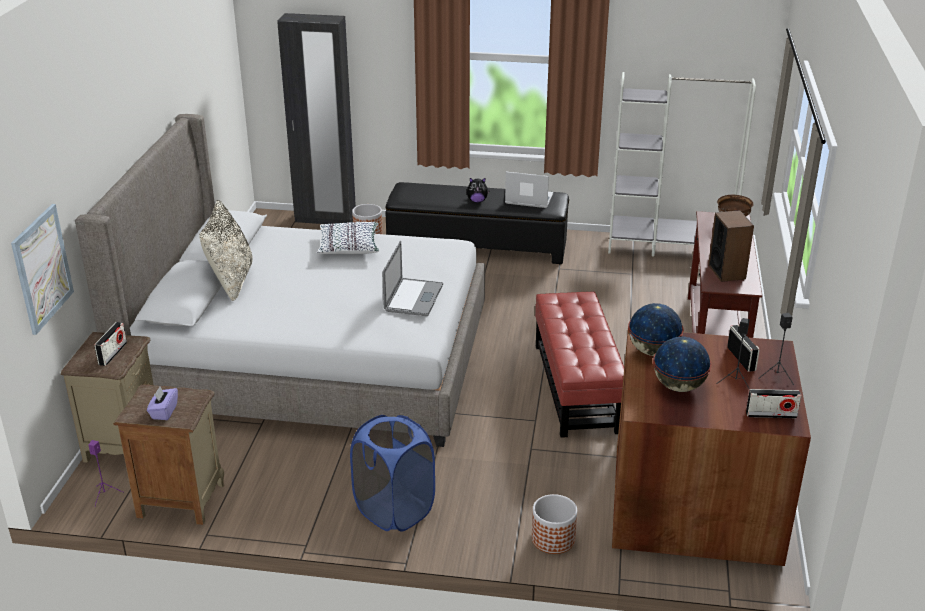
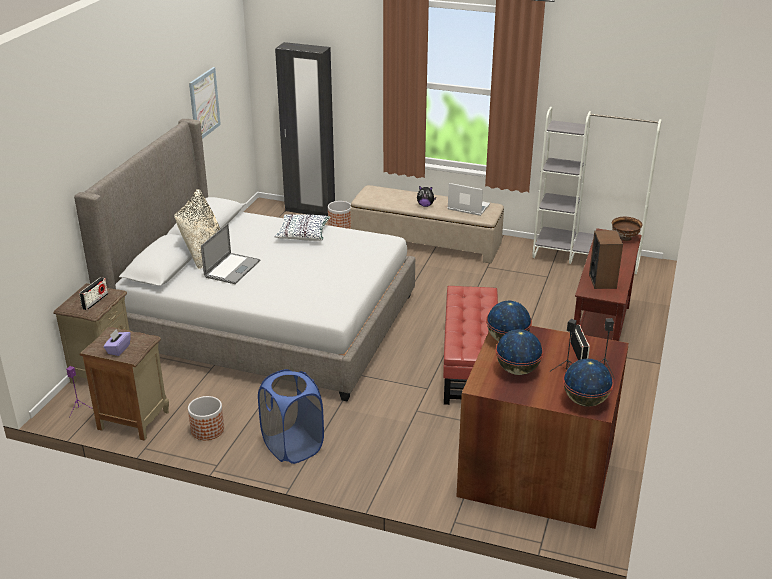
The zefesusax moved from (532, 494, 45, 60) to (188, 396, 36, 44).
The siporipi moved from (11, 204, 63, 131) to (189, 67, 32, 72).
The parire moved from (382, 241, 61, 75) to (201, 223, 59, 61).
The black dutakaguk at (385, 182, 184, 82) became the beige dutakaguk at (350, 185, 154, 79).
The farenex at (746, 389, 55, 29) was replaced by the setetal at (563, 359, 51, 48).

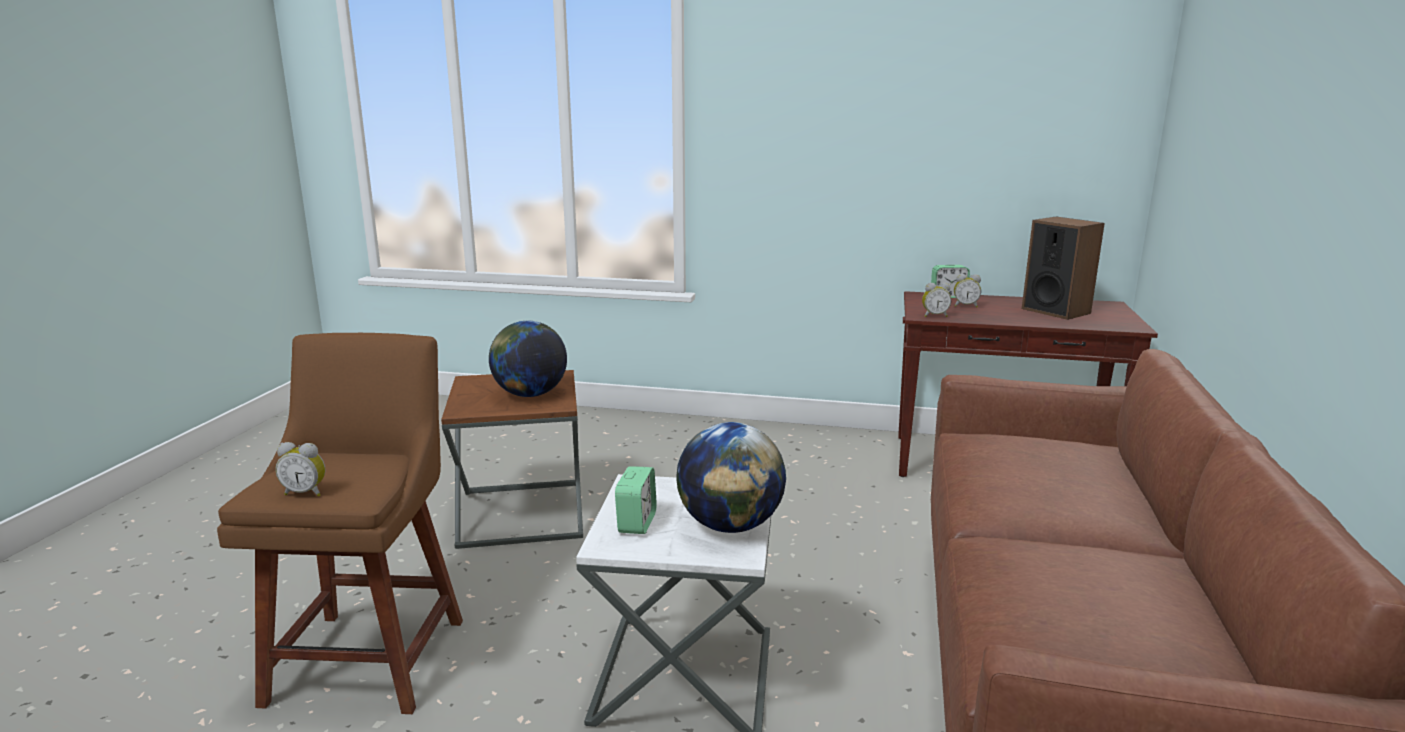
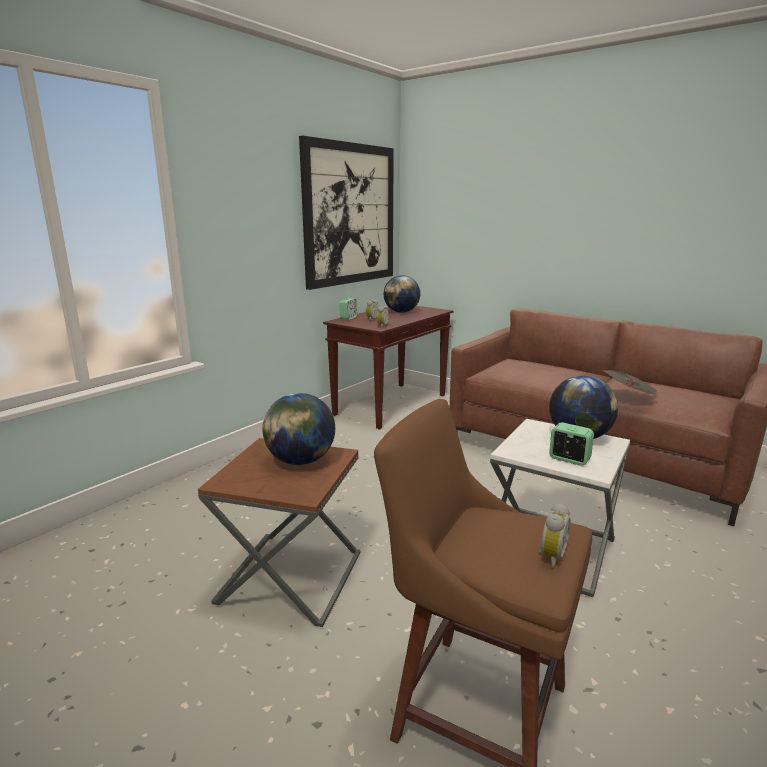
The siporipi at (299, 136, 95, 154) appeared.
The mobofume at (1022, 217, 83, 103) was replaced by the setetal at (384, 275, 36, 38).
The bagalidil at (602, 370, 57, 25) appeared.

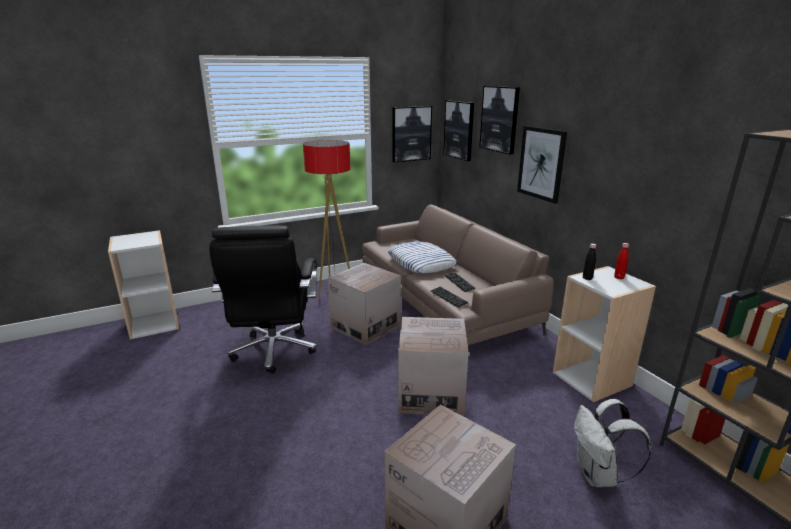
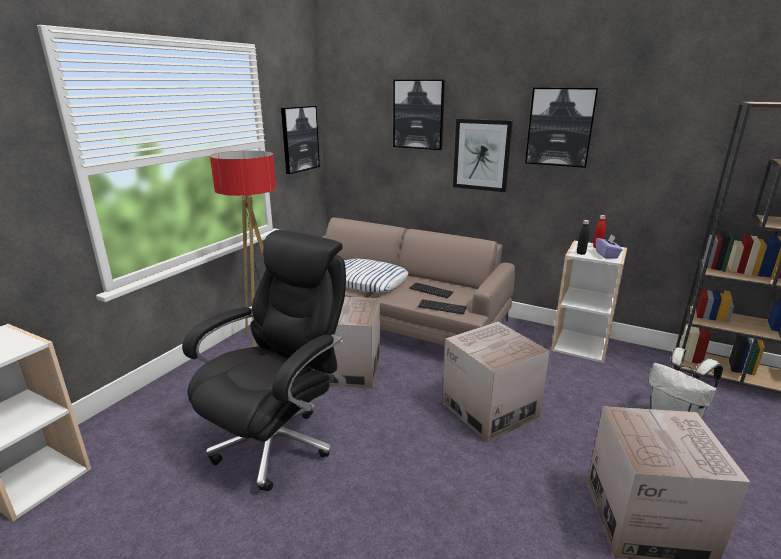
The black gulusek at (209, 226, 108, 147) turned 105 degrees counterclockwise.
The siporipi moved from (443, 100, 31, 61) to (525, 88, 74, 80).
The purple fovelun at (596, 234, 27, 25) appeared.

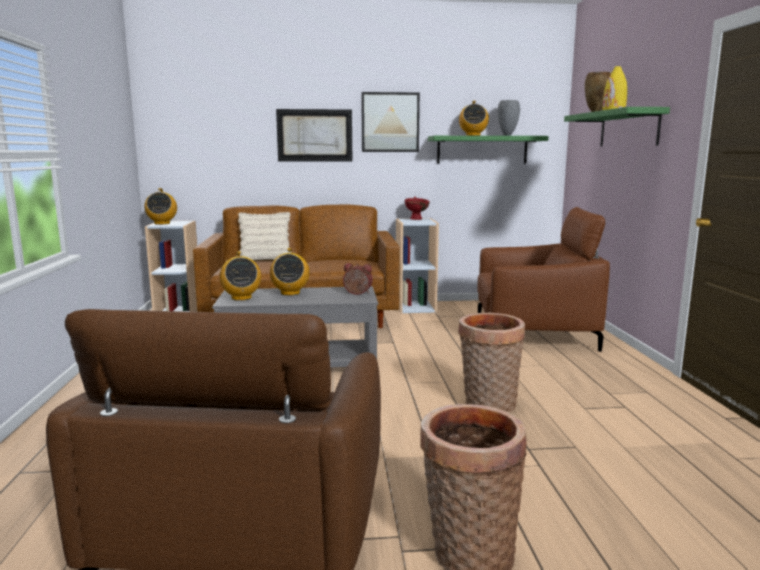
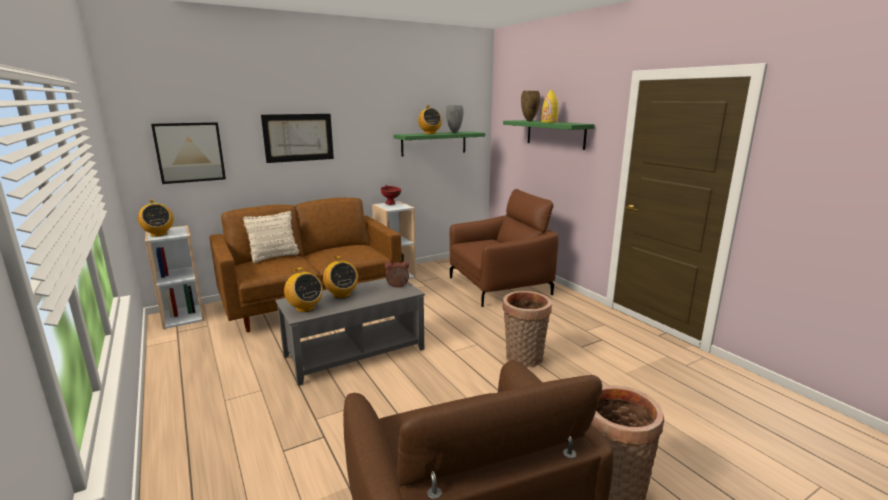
The siporipi moved from (361, 92, 59, 60) to (151, 122, 75, 62).

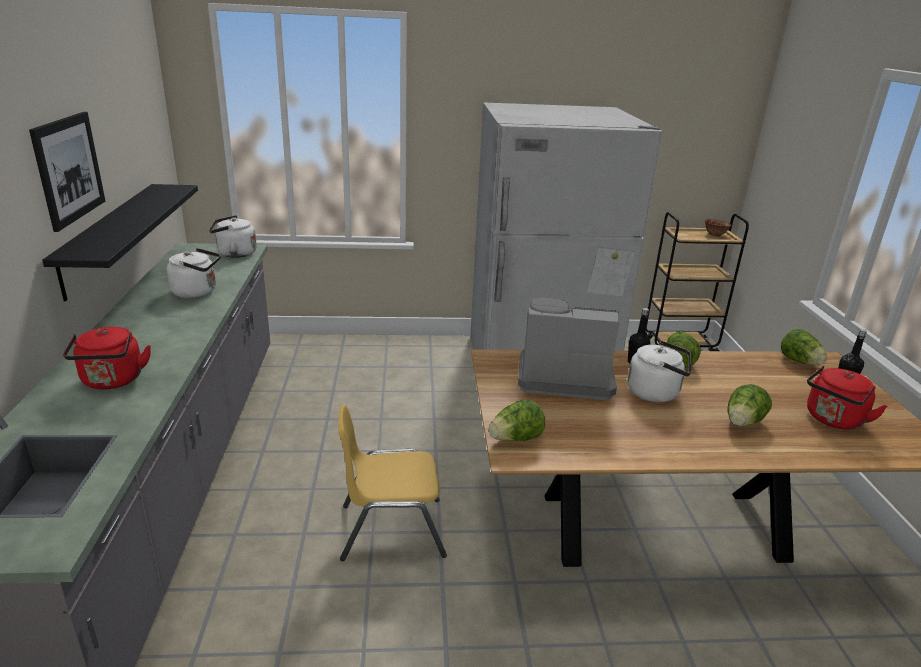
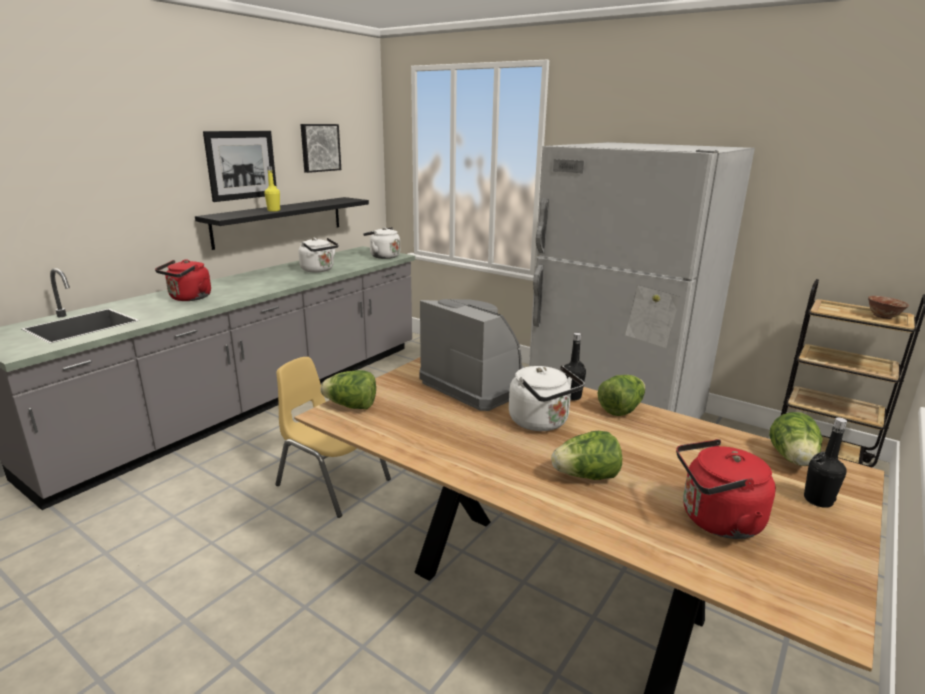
The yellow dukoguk at (264, 166, 16, 45) appeared.
The siporipi at (301, 124, 40, 49) appeared.

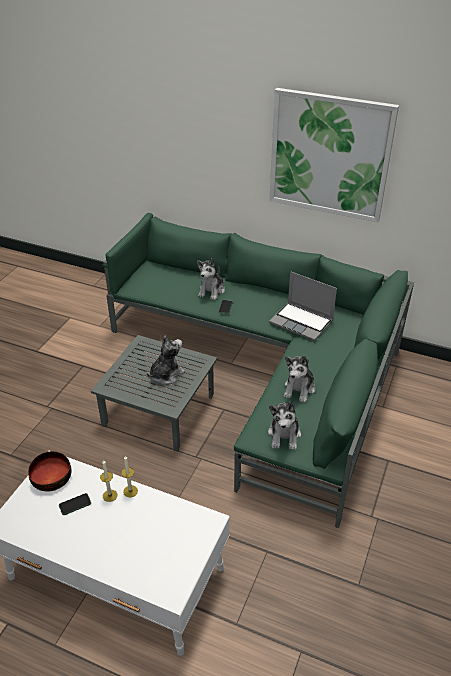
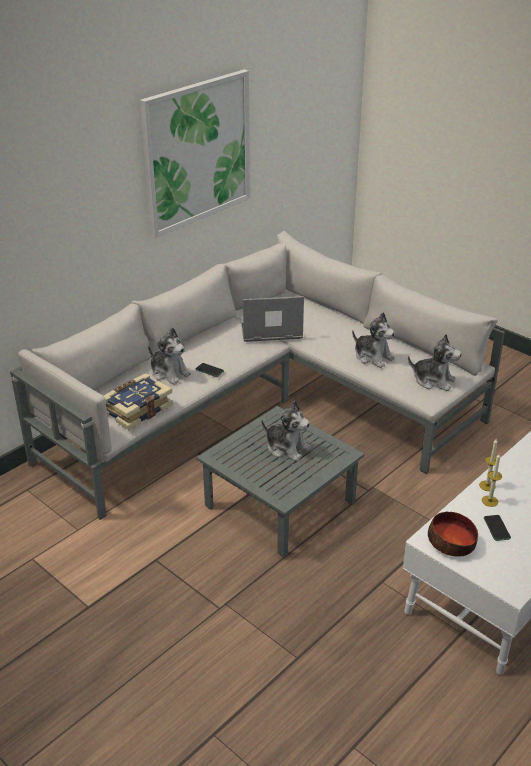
The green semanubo at (91, 213, 323, 315) became the white semanubo at (10, 231, 495, 327).
The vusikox at (104, 373, 69, 57) appeared.
The parire at (269, 271, 68, 70) turned 150 degrees counterclockwise.
The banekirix at (147, 336, 38, 49) turned 150 degrees clockwise.

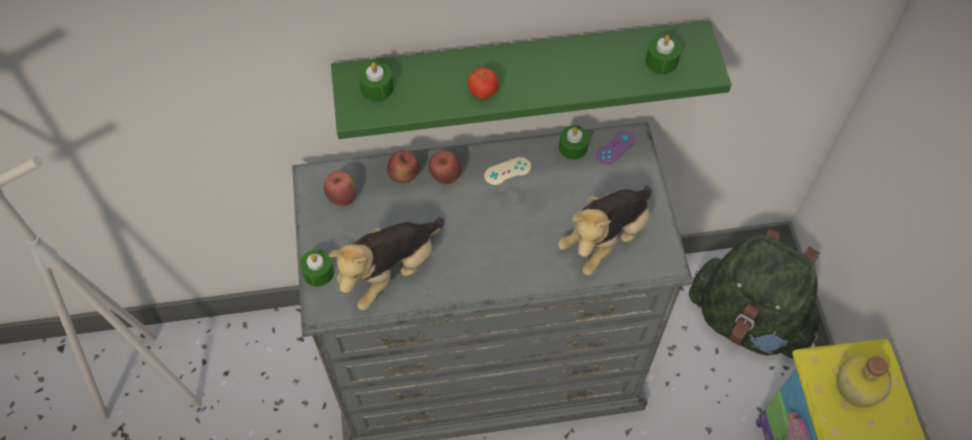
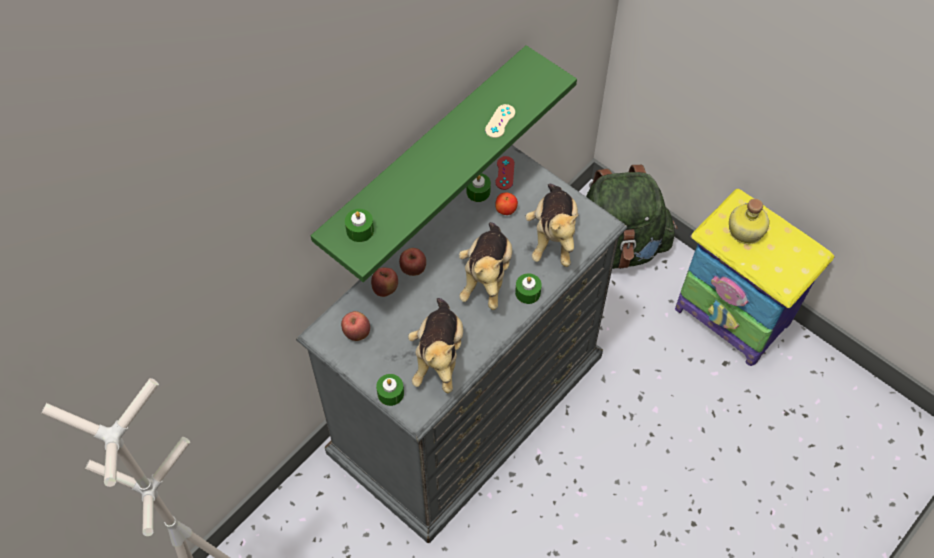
The banekirix at (459, 222, 53, 88) appeared.
The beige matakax moved from (484, 157, 47, 28) to (485, 104, 30, 34).
The purple matakax at (596, 130, 39, 35) became the red matakax at (495, 156, 20, 34).
The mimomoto moved from (468, 68, 31, 31) to (495, 193, 23, 22).
The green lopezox moved from (645, 35, 36, 39) to (515, 273, 27, 31).

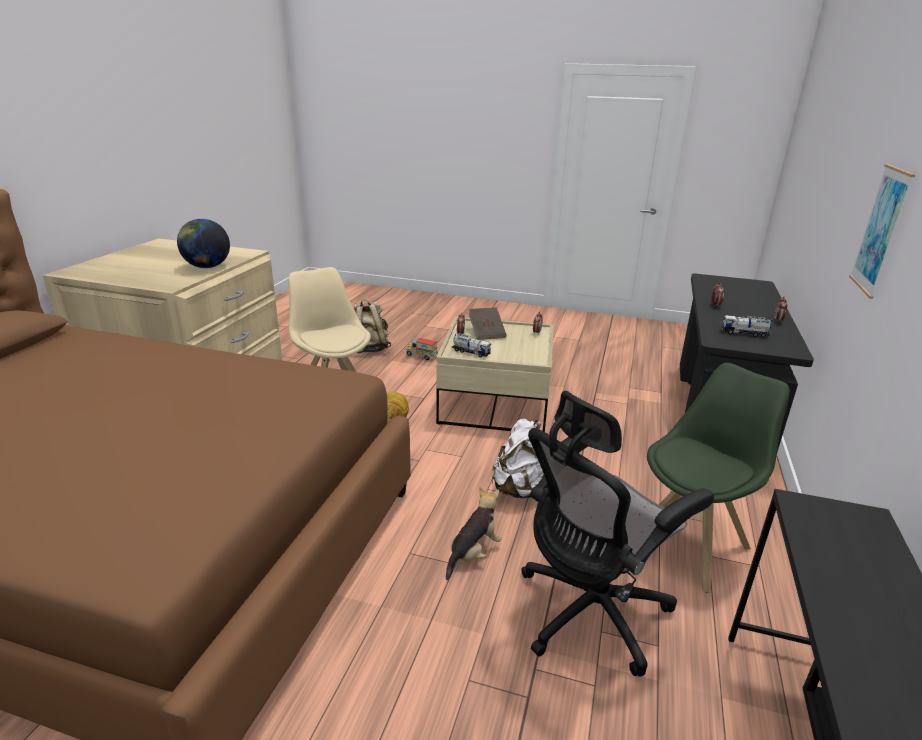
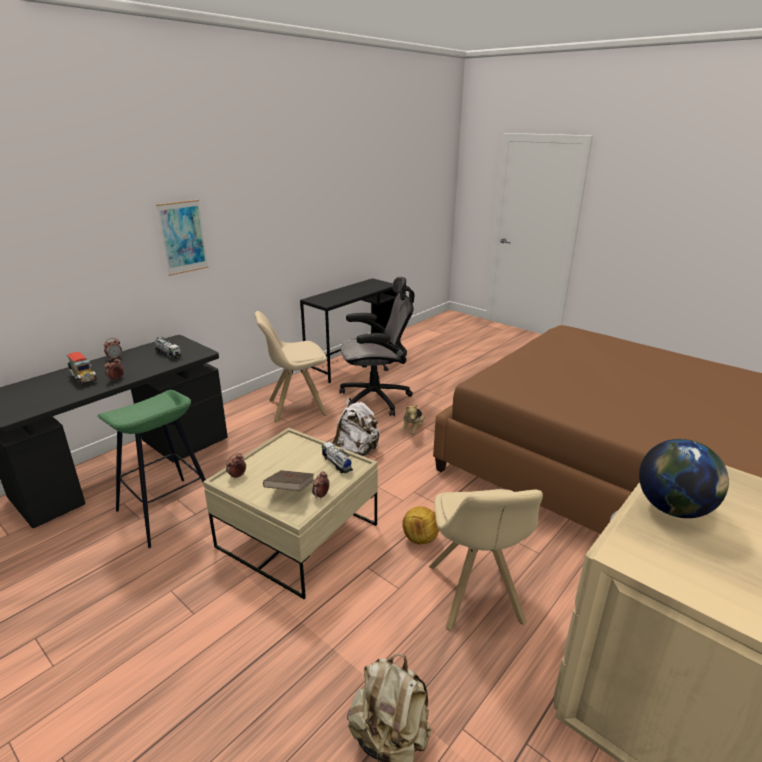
The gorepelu moved from (406, 338, 32, 22) to (67, 352, 30, 33).
The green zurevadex at (97, 390, 109, 158) appeared.
The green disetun at (647, 363, 143, 230) became the beige disetun at (255, 311, 72, 111).
The banekirix at (446, 488, 56, 92) turned 45 degrees counterclockwise.

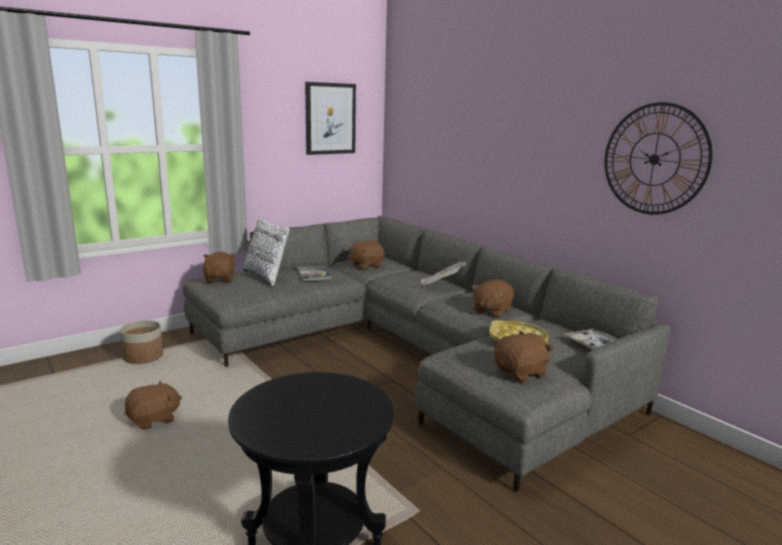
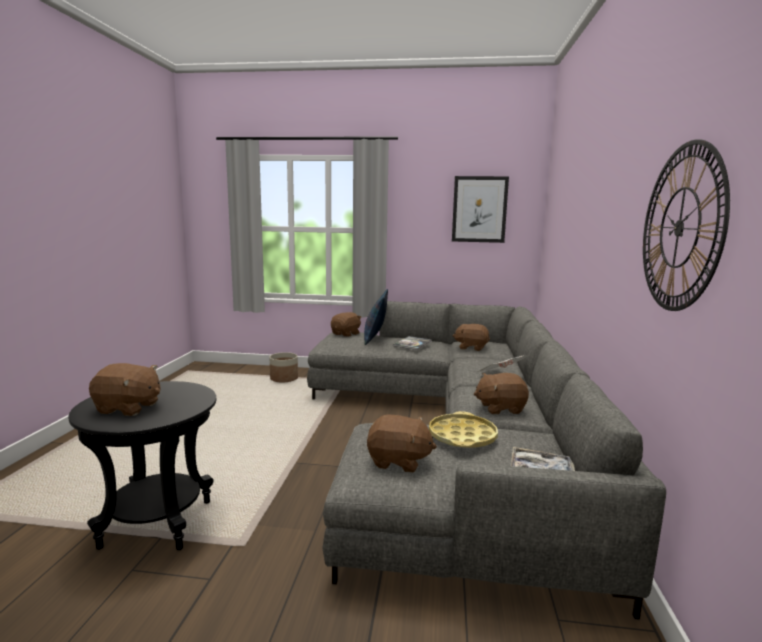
The brown banekirix moved from (125, 380, 57, 50) to (89, 363, 71, 53).
The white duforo at (243, 217, 46, 70) became the blue duforo at (364, 289, 24, 56).

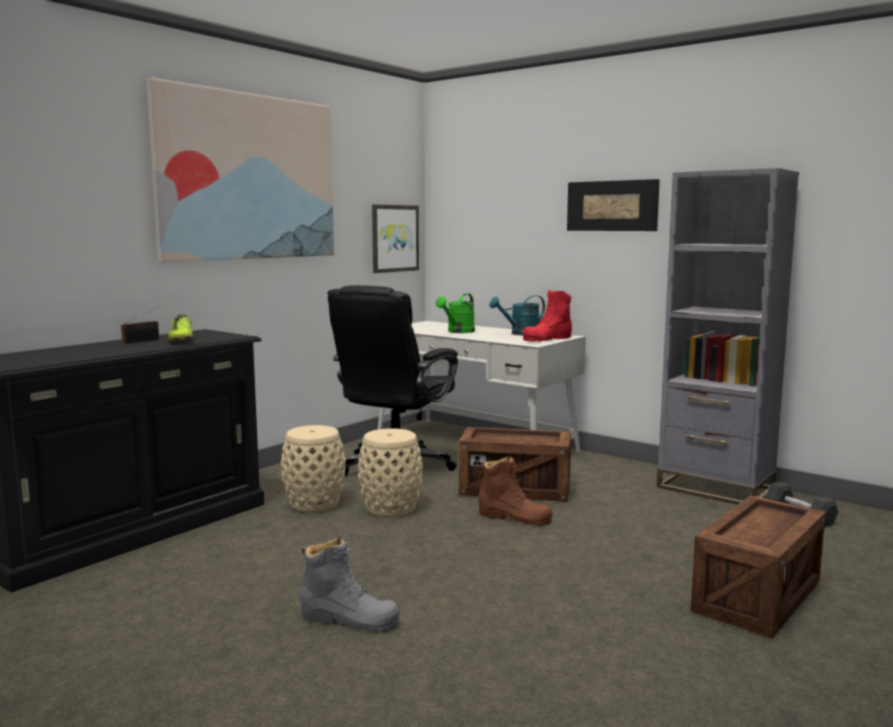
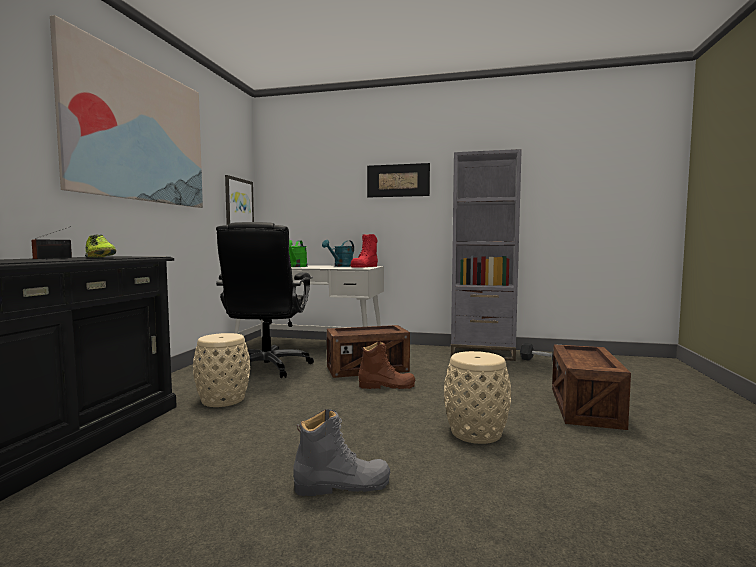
The beige zurevadex moved from (358, 428, 65, 89) to (444, 351, 67, 93).

